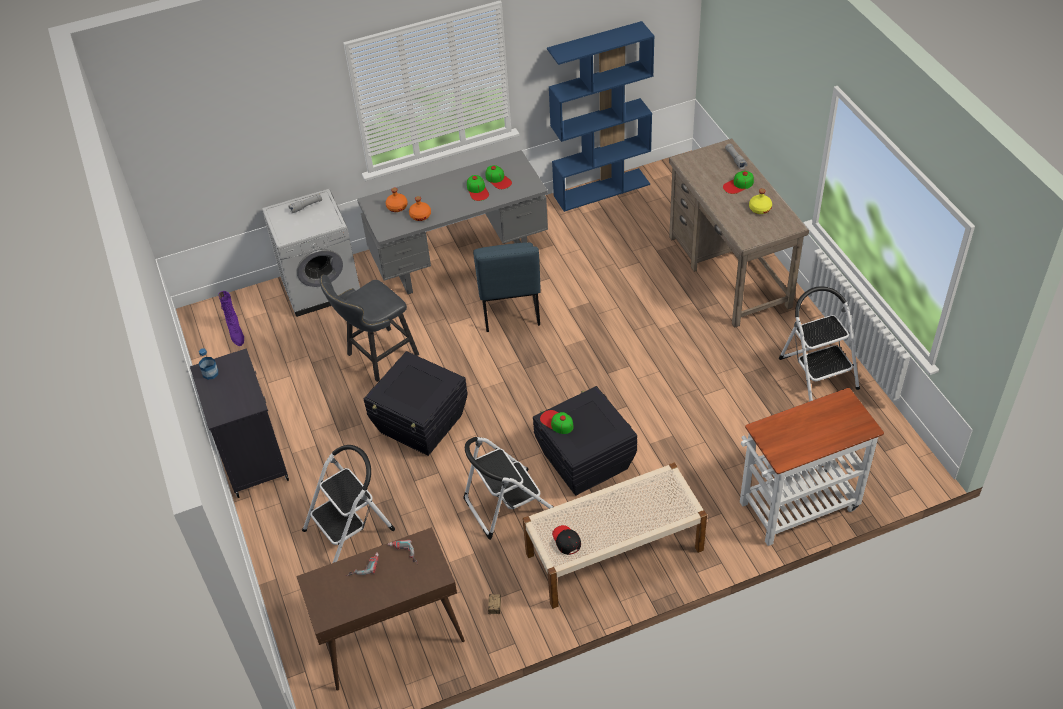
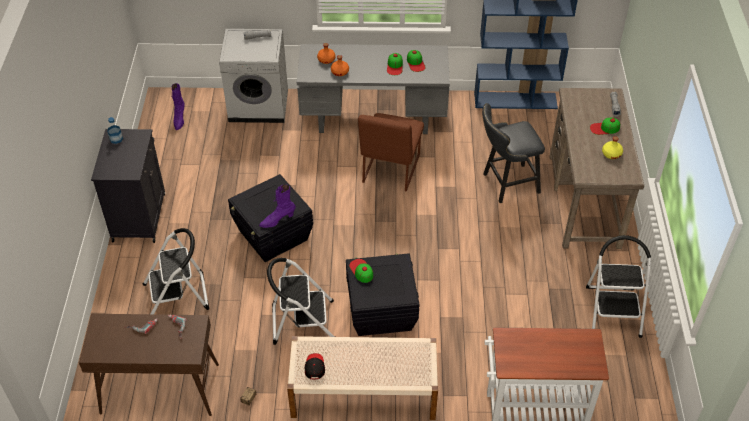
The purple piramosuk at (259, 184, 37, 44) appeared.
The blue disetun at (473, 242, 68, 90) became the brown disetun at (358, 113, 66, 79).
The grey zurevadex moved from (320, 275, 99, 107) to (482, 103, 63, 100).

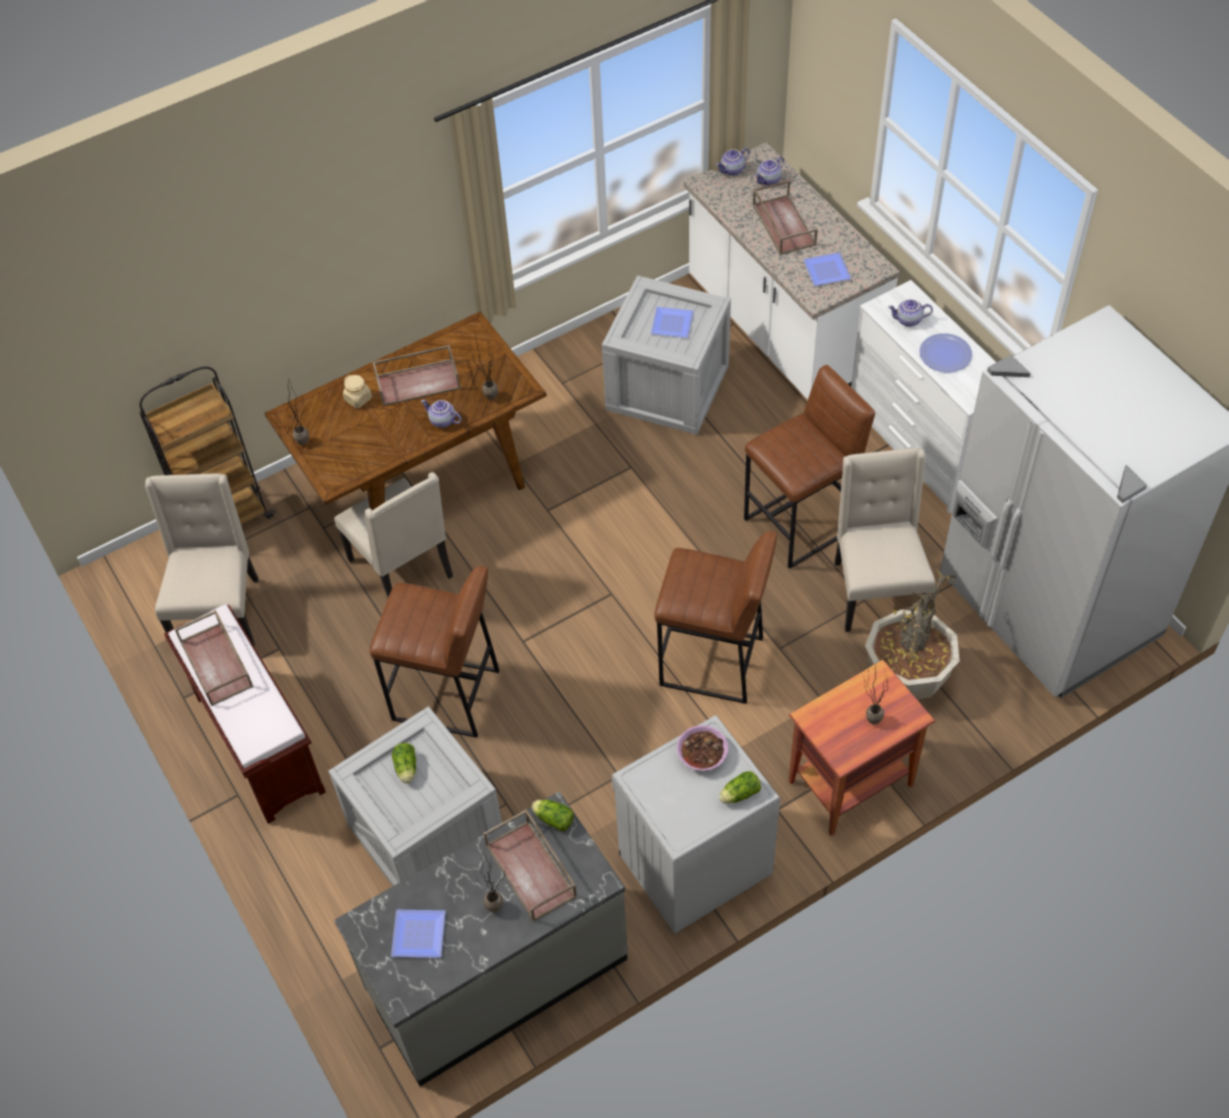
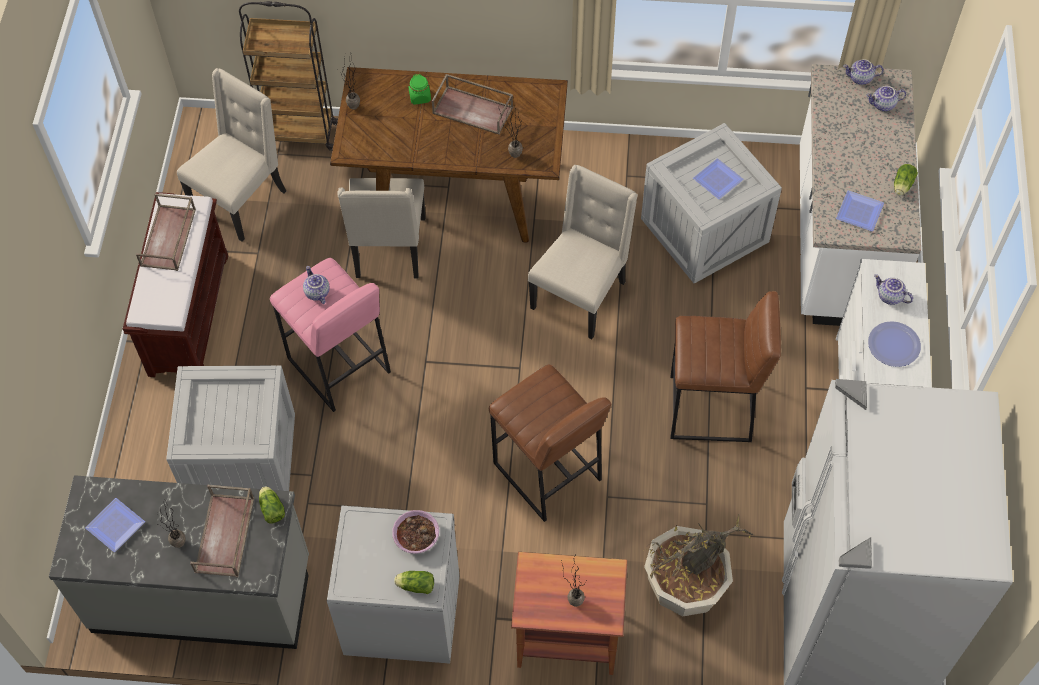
The brown zurevadex at (370, 566, 129, 172) became the pink zurevadex at (270, 258, 121, 154).
The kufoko moved from (421, 400, 40, 28) to (303, 266, 27, 38).
The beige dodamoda at (343, 375, 29, 33) became the green dodamoda at (409, 74, 22, 31).
The beige disetun moved from (834, 448, 101, 184) to (528, 165, 110, 174).
The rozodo moved from (392, 743, 24, 41) to (894, 164, 24, 32).
The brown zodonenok at (753, 180, 65, 75) disappeared.

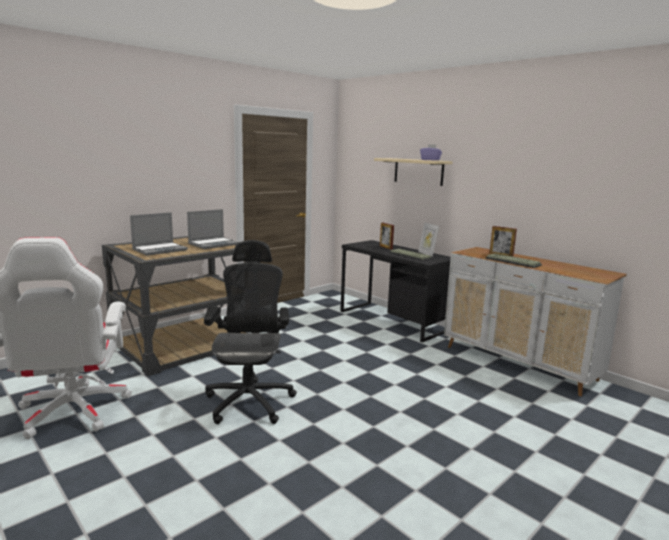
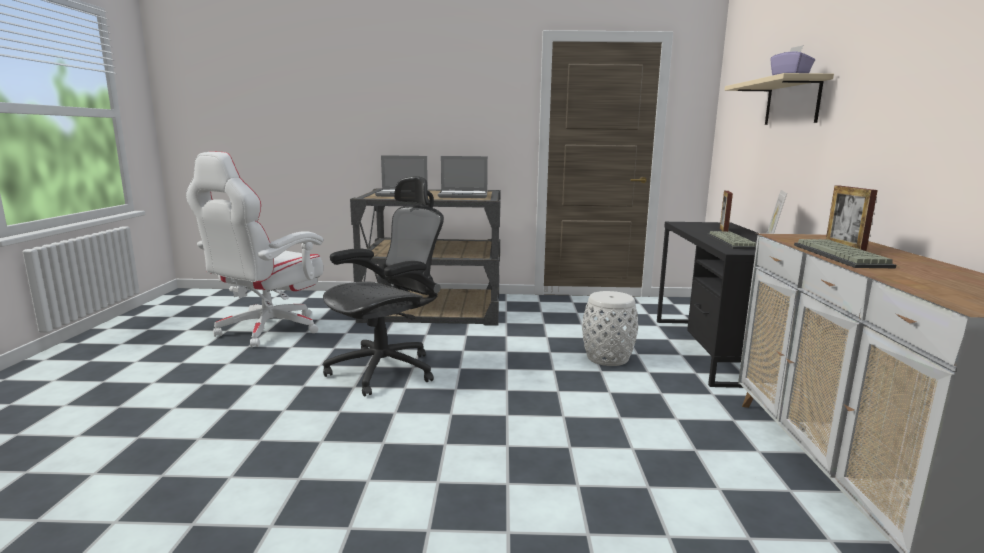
The white zurevadex at (582, 291, 56, 75) appeared.

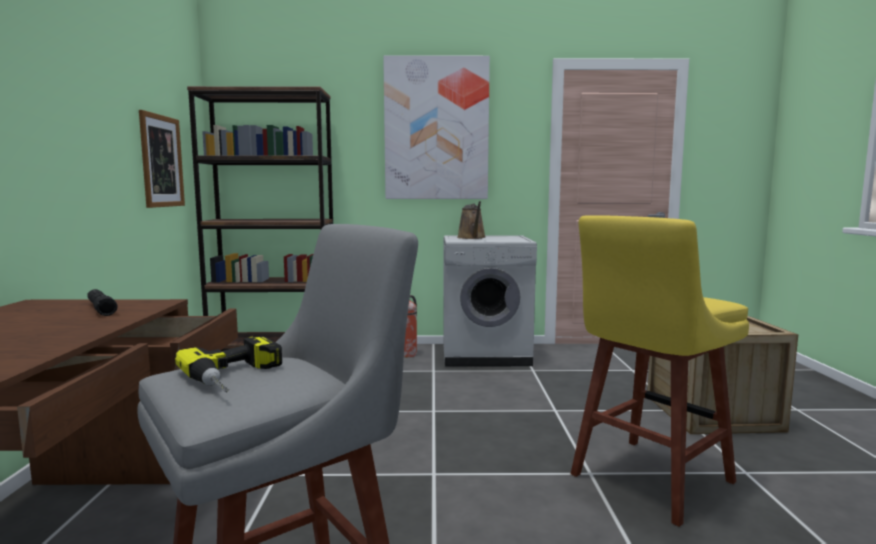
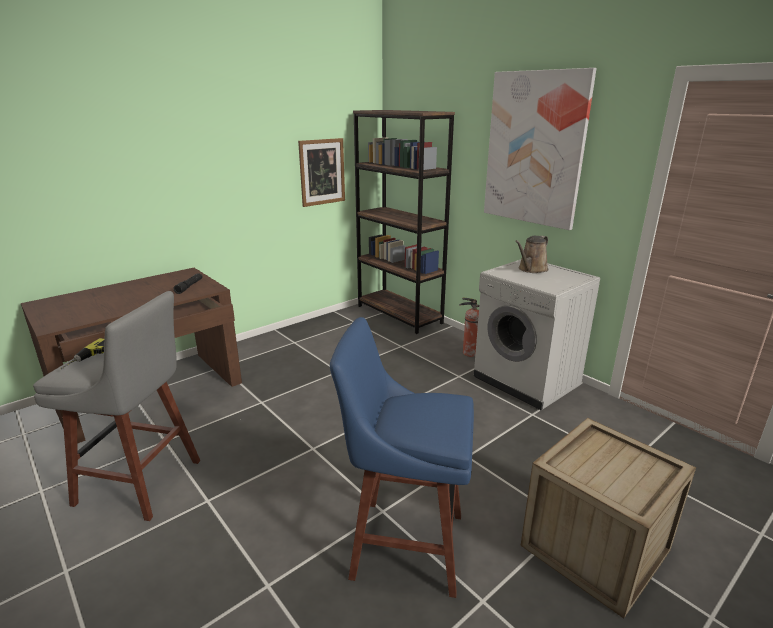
The yellow zurevadex at (571, 215, 178, 312) became the blue zurevadex at (330, 317, 144, 281).

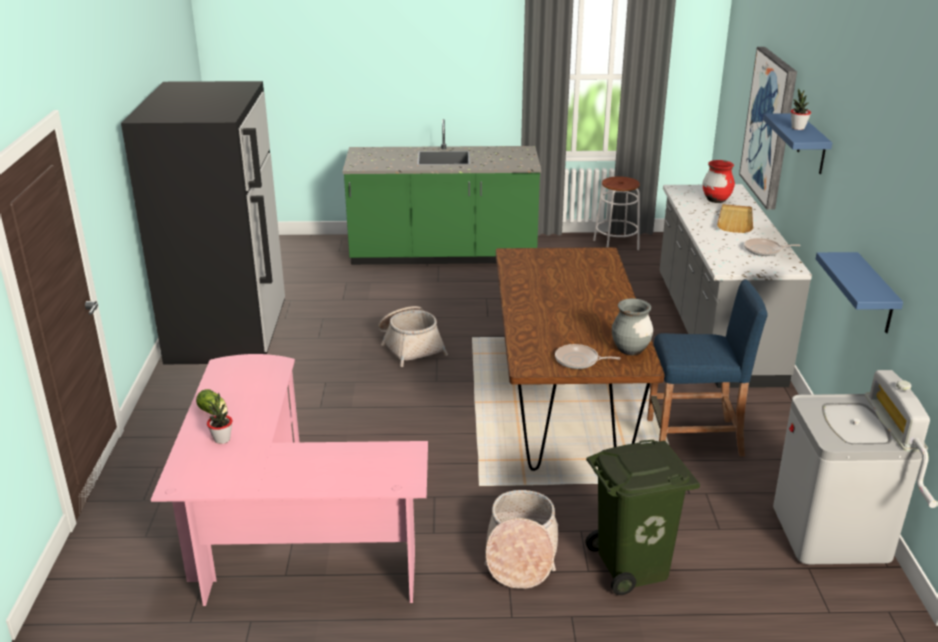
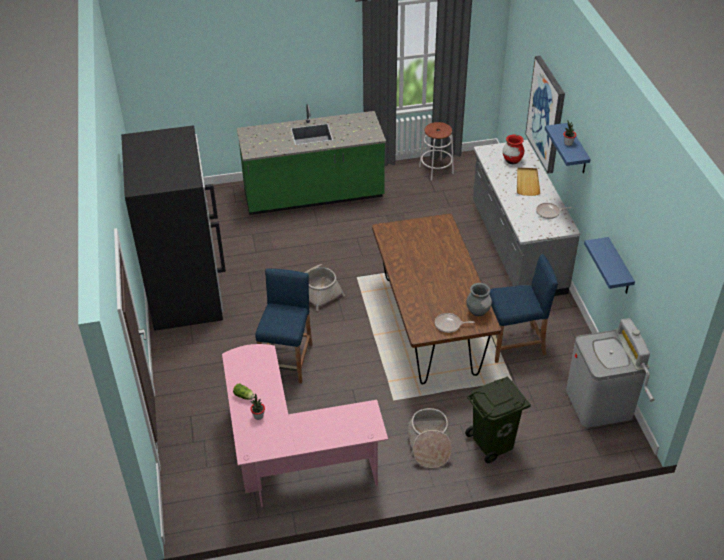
The blue zurevadex at (255, 268, 58, 116) appeared.

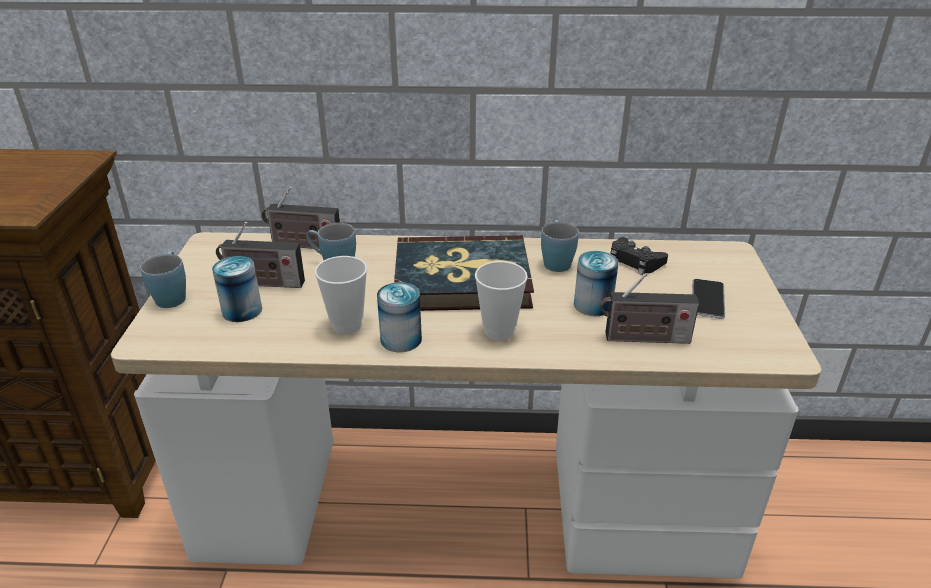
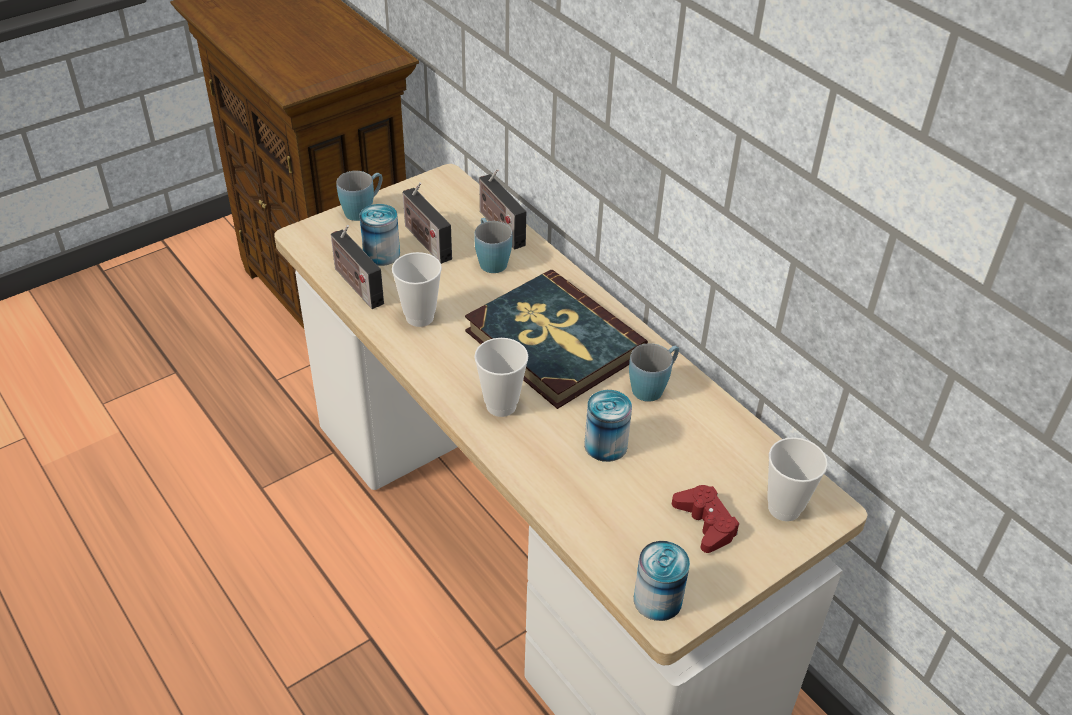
The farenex moved from (601, 273, 98, 71) to (331, 225, 53, 84).
The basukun moved from (377, 282, 45, 70) to (634, 541, 56, 80).
The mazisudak at (692, 279, 33, 40) was replaced by the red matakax at (672, 485, 67, 68).
The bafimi at (767, 437, 61, 84) appeared.
The black matakax at (610, 237, 58, 38) disappeared.

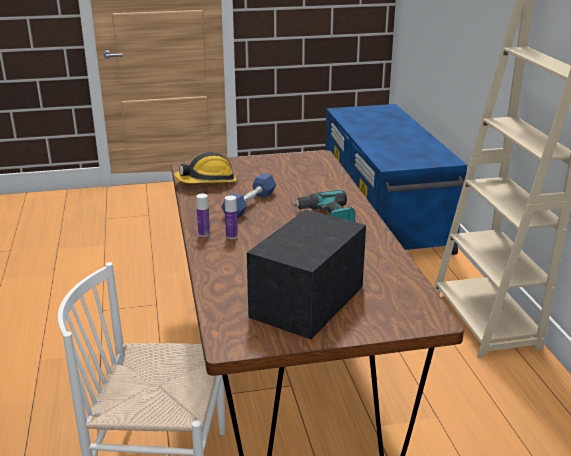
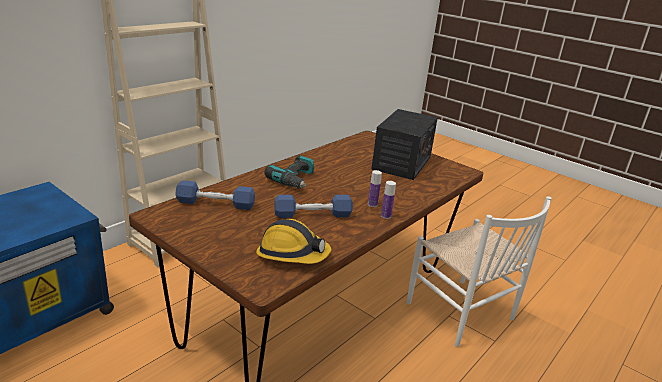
The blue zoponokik at (175, 180, 80, 30) appeared.
The farenex at (247, 210, 119, 129) turned 60 degrees counterclockwise.

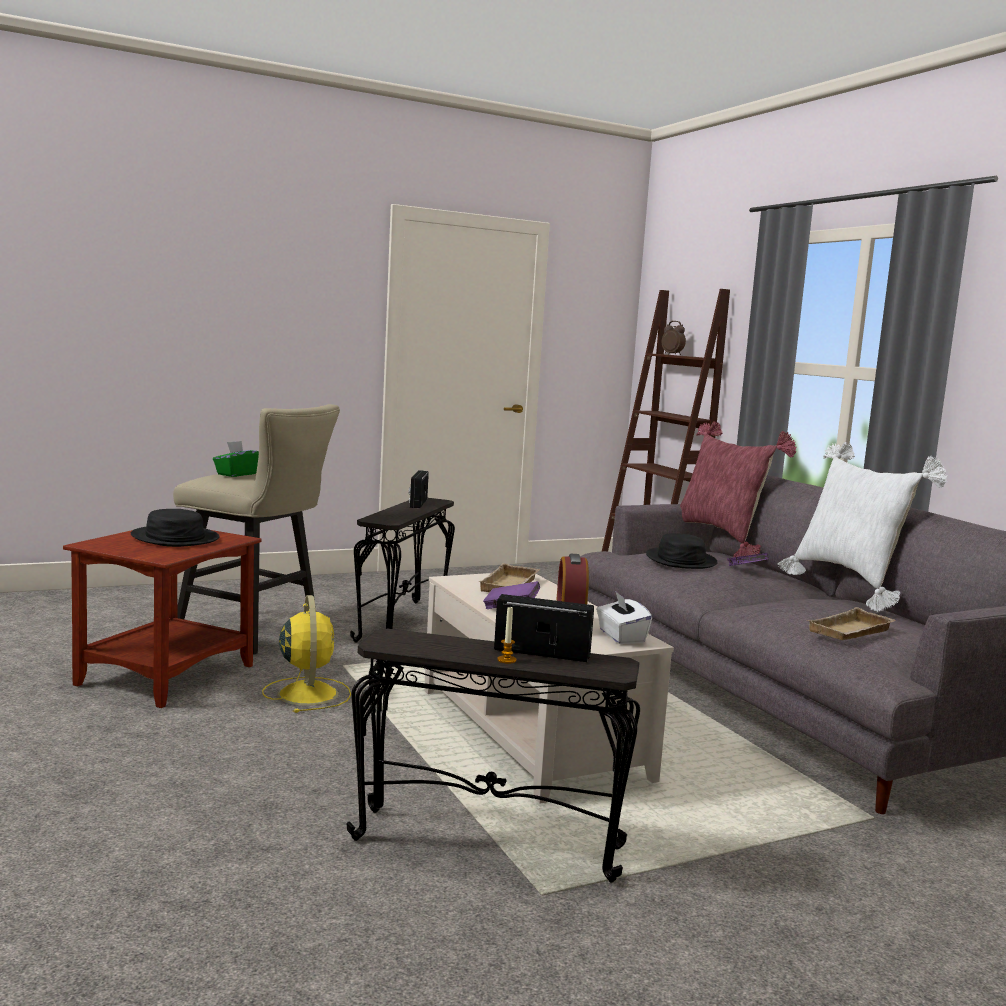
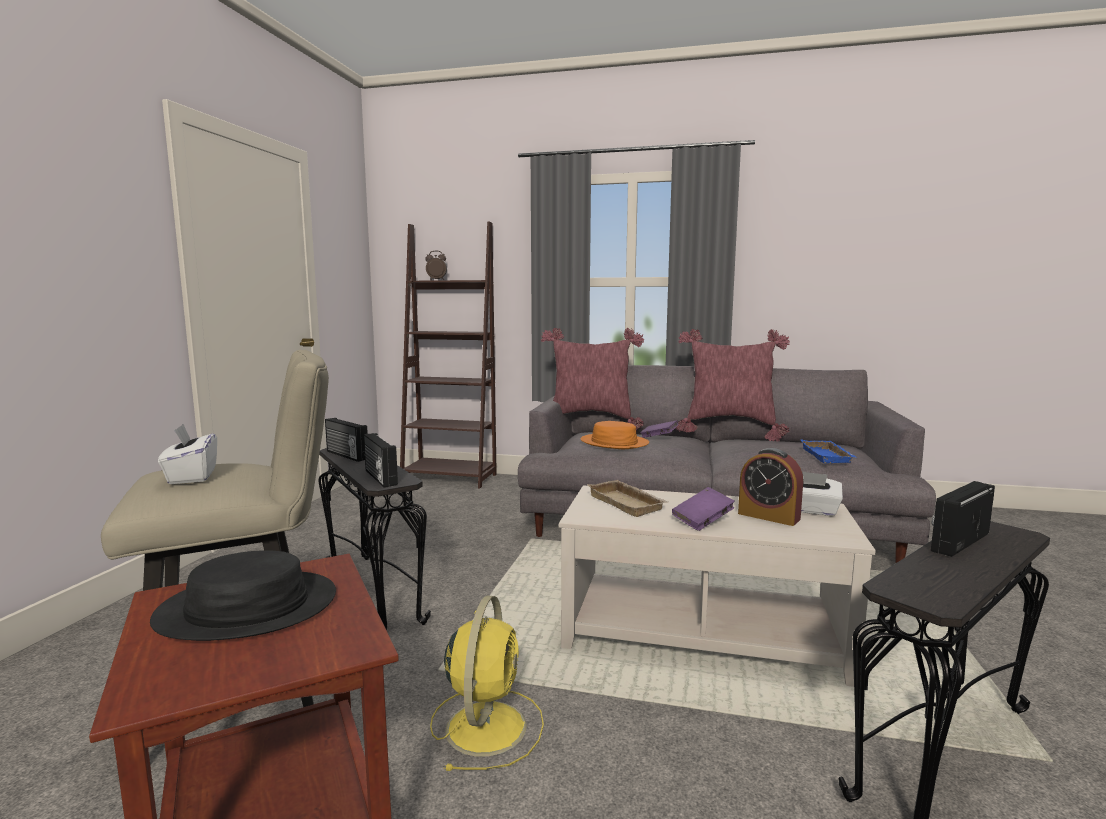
The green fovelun at (213, 441, 46, 36) became the white fovelun at (158, 424, 59, 60).
The farenex at (364, 433, 34, 55) appeared.
The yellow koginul at (262, 595, 89, 118) turned 75 degrees clockwise.
The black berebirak at (646, 533, 72, 36) became the orange berebirak at (580, 421, 69, 28).
The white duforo at (778, 442, 169, 171) became the red duforo at (675, 329, 115, 113).
The beige zodonenok at (807, 607, 89, 33) became the blue zodonenok at (801, 440, 55, 23).
The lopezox at (497, 607, 19, 57) disappeared.

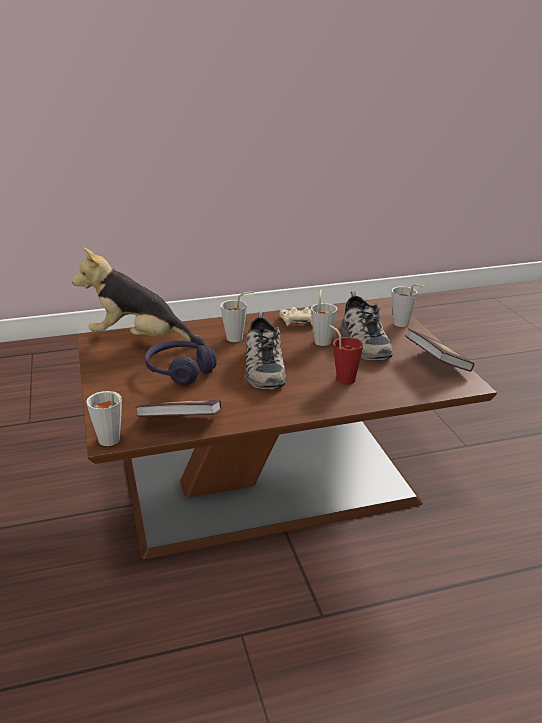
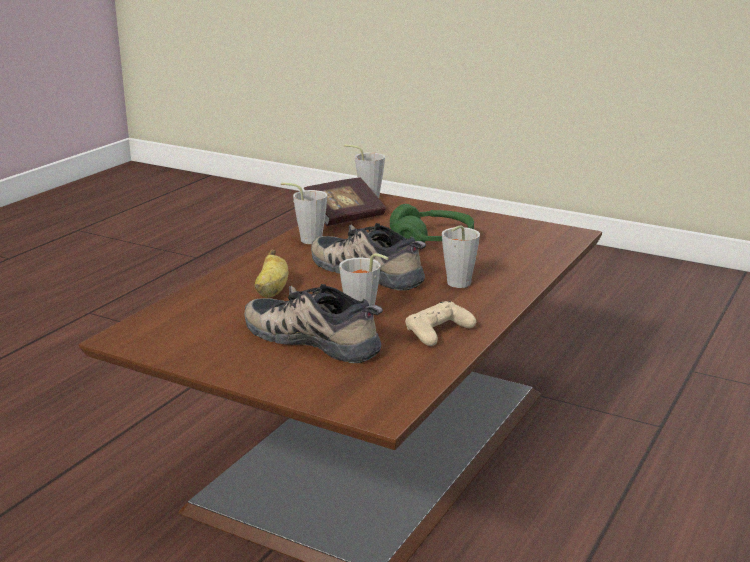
The red bafimi at (329, 325, 34, 60) was replaced by the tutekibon at (255, 250, 33, 48).
The grey bafimi moved from (391, 284, 34, 43) to (281, 183, 46, 61).
The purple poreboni at (145, 341, 72, 44) became the green poreboni at (390, 204, 84, 39).
The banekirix at (72, 248, 133, 97) disappeared.
The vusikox at (405, 329, 69, 43) disappeared.

